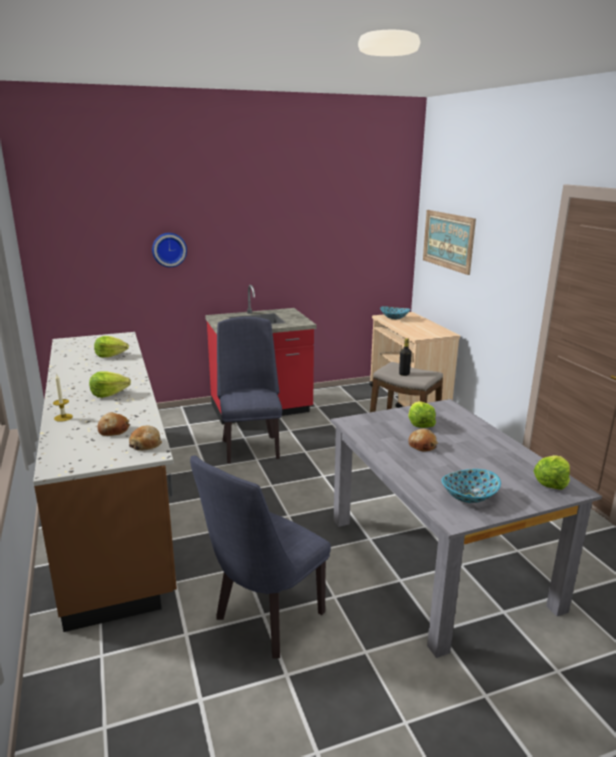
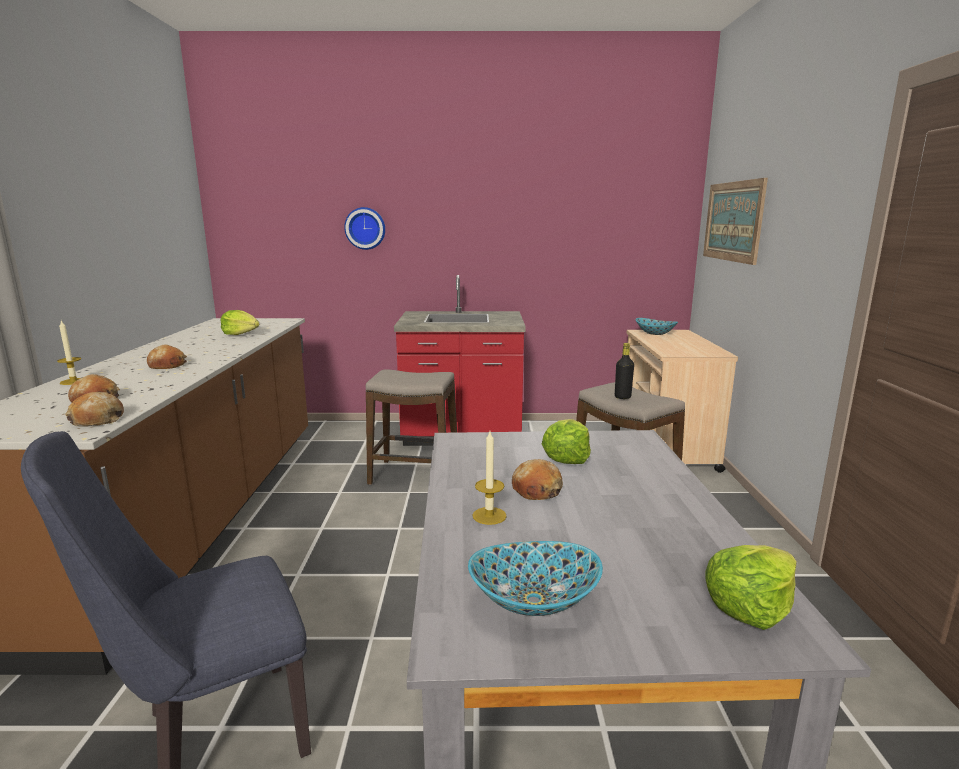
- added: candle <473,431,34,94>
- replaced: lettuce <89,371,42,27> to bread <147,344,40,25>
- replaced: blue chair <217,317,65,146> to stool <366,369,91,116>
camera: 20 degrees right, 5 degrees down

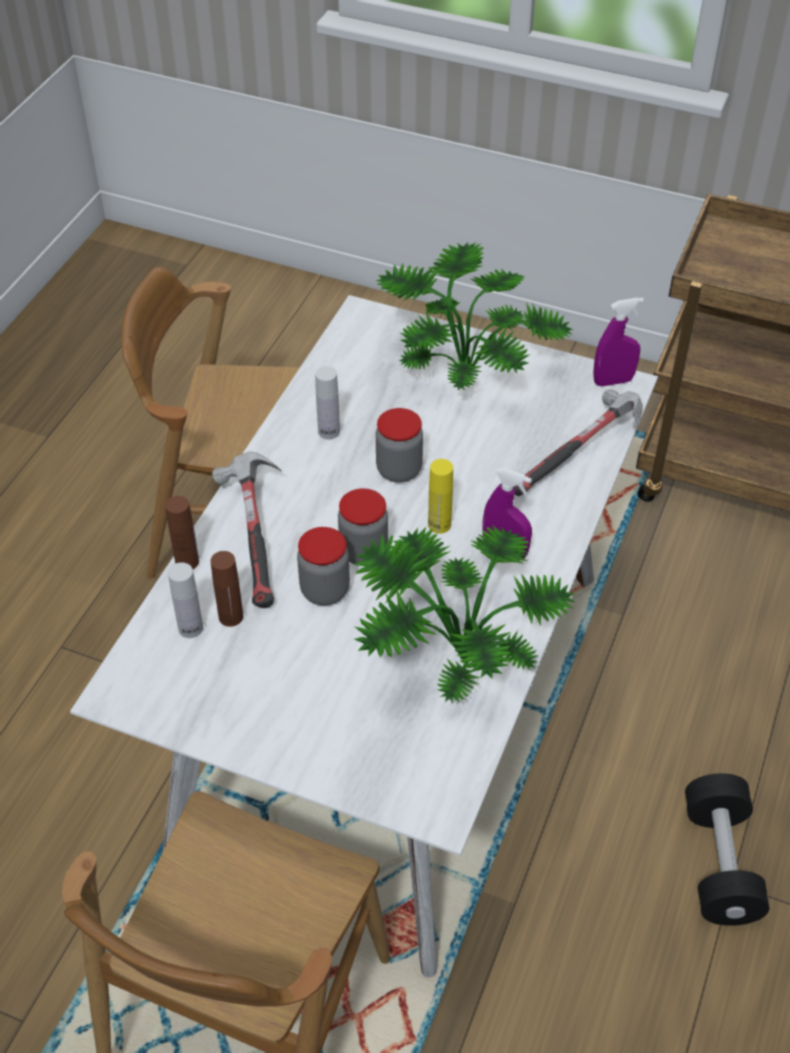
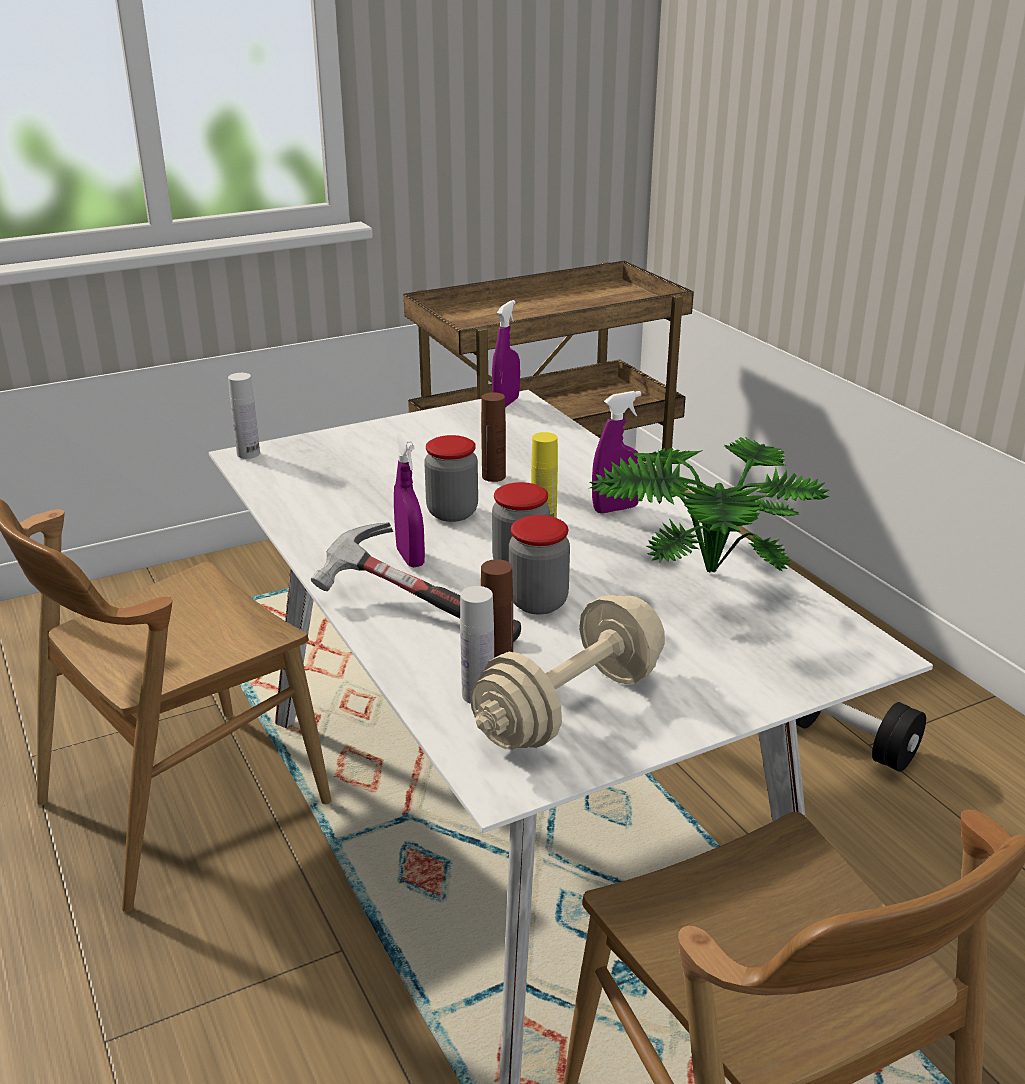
- removed: potted plant <376,242,197,148>
- removed: hammer <514,389,129,107>
- added: purple spray bottle <394,432,31,136>
- added: beige dumbbell <470,595,195,155>
- moved: brown bottle <165,496,34,73> to <481,392,25,90>
- moved: white bottle <315,366,25,74> to <228,373,32,86>
camera: 50 degrees left, 20 degrees down

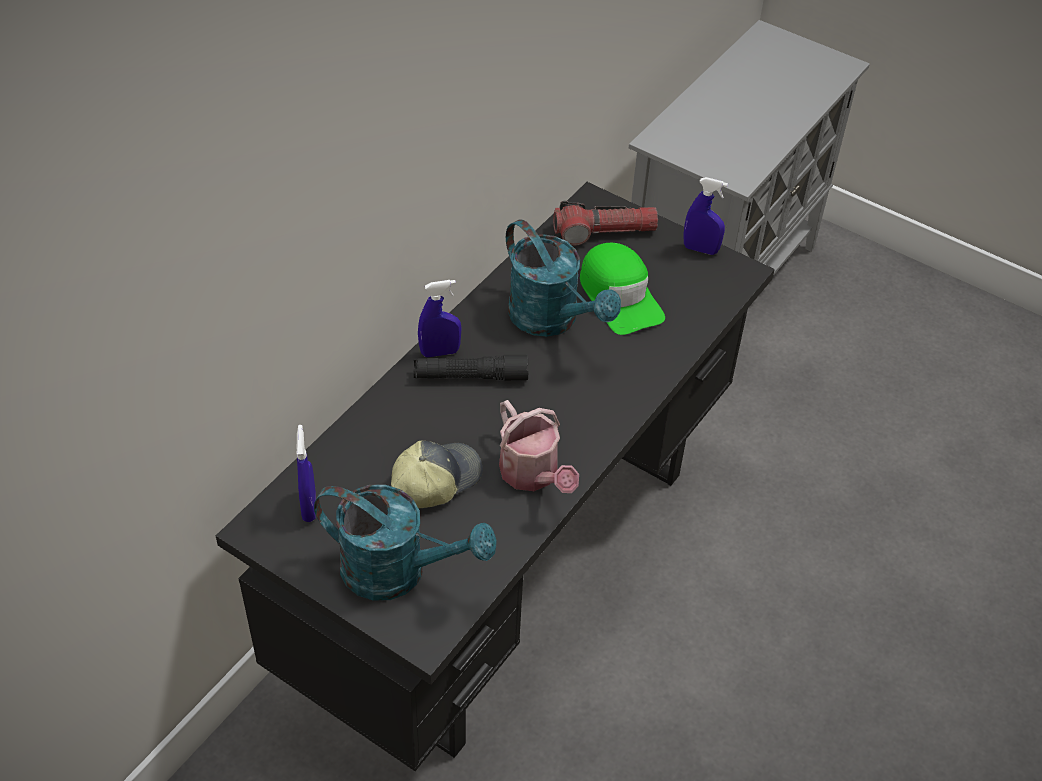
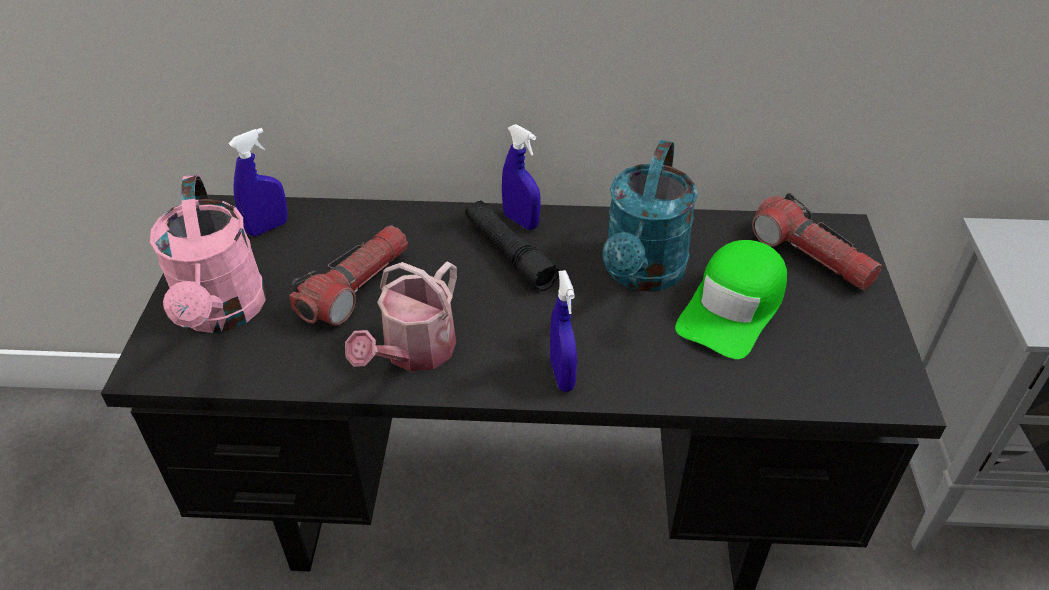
- moved: blue spray bottle <684,177,44,78> to <550,270,27,122>
- replaced: cap <391,441,92,67> to flashlight <289,225,119,101>
- recoloured: turquoise watering can <314,485,183,116> to pink watering can <150,174,116,159>
camera: 60 degrees right, 5 degrees down

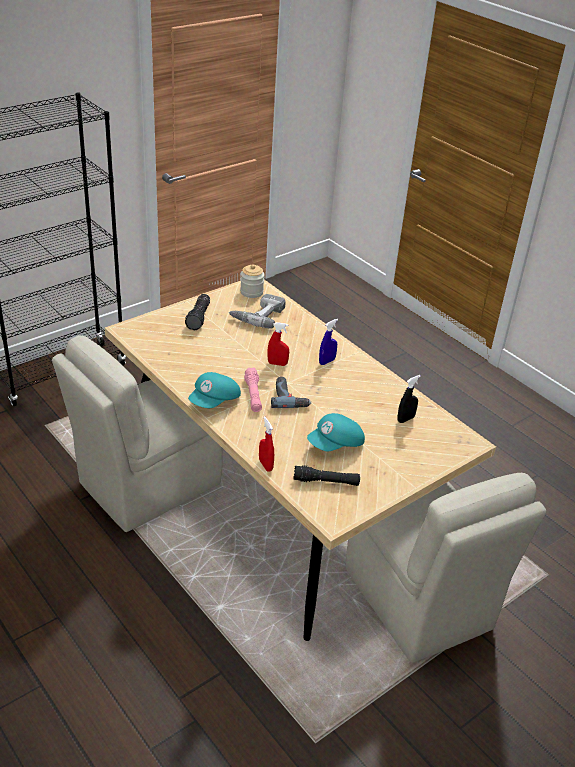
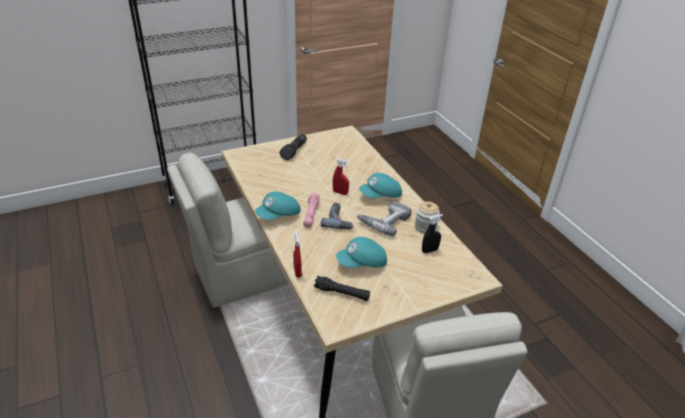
- moved: power drill <229,294,57,35> to <357,202,55,34>
- moved: jar <240,264,24,34> to <415,202,25,31>
- replaced: blue spray bottle <319,319,19,46> to turquoise cap <359,173,43,25>
camera: 15 degrees right, 0 degrees up

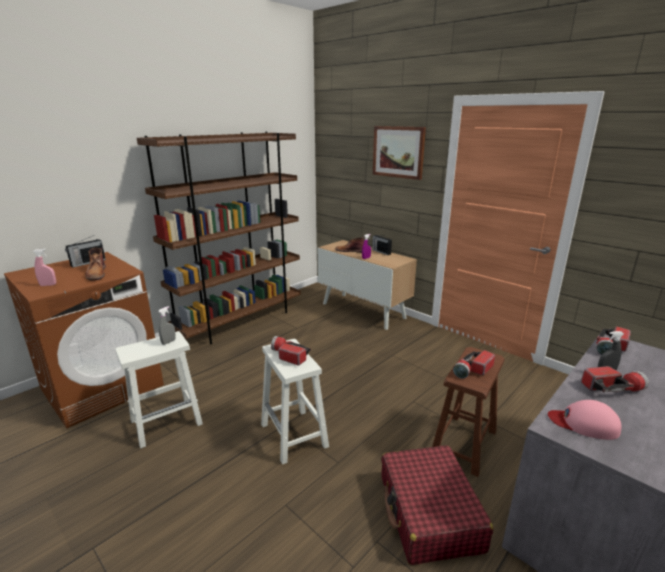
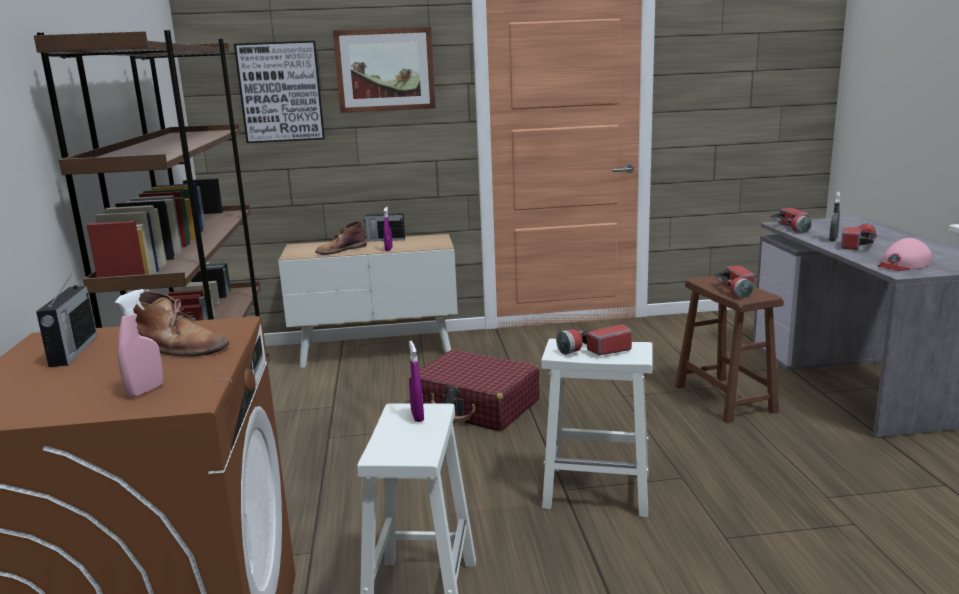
- added: picture <234,41,91,102>
- moved: red suitcase <381,445,112,120> to <409,349,131,82>
- recoloured: grey spray bottle <158,306,18,39> to purple spray bottle <409,341,15,81>
camera: 50 degrees left, 5 degrees down

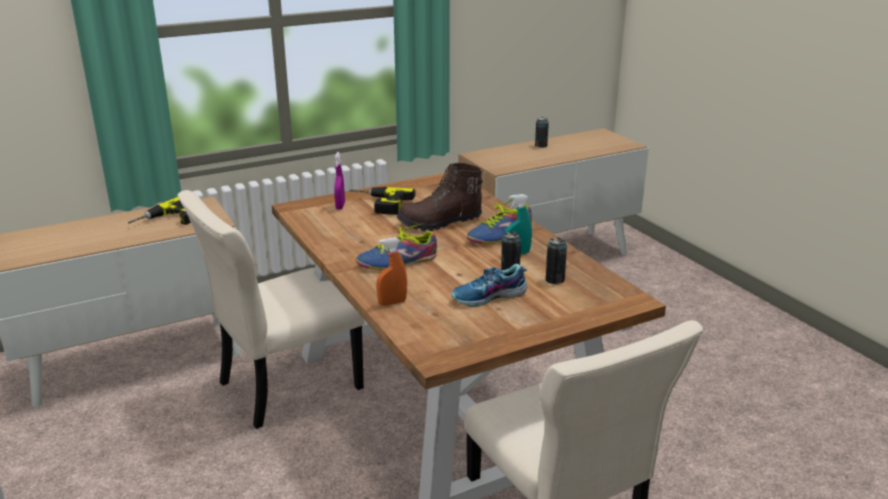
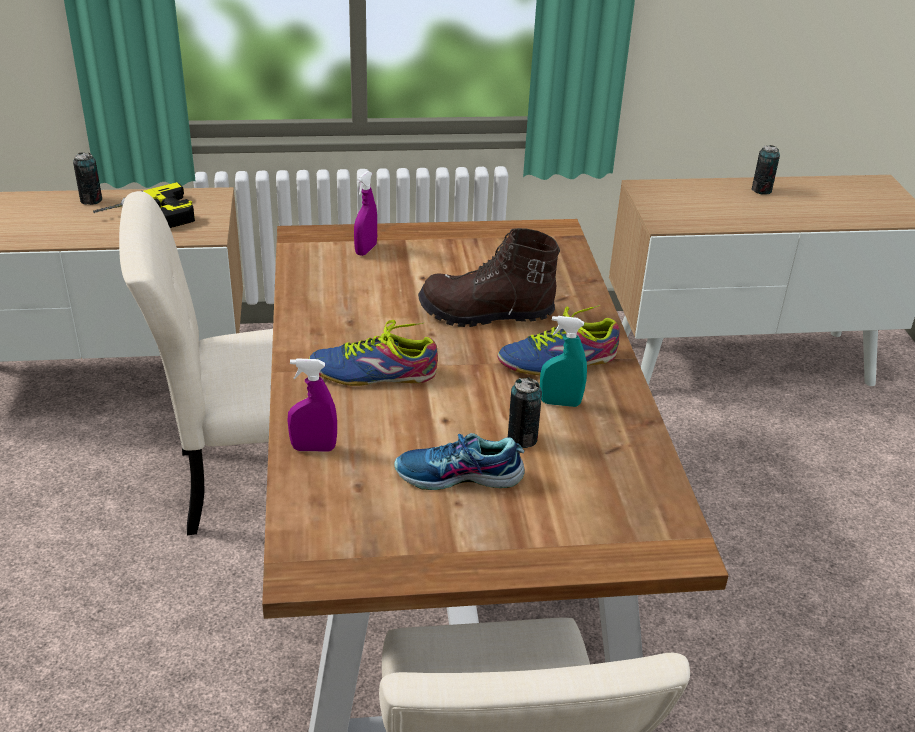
- removed: power drill <349,187,67,28>
- moved: can <546,238,21,46> to <73,152,29,53>
- recoloured: orange spray bottle <376,237,31,69> to purple spray bottle <287,358,50,93>
camera: 20 degrees right, 10 degrees up

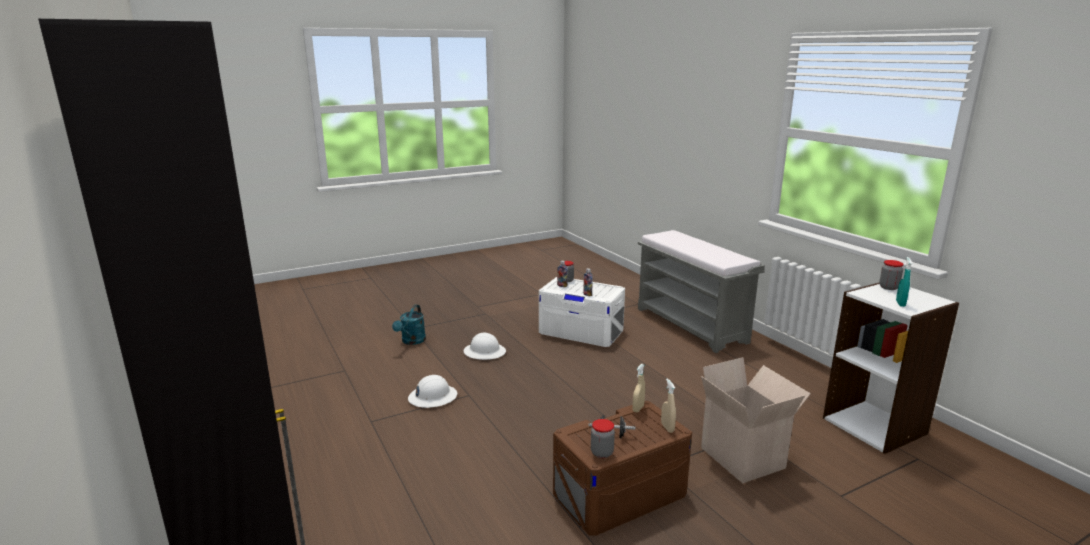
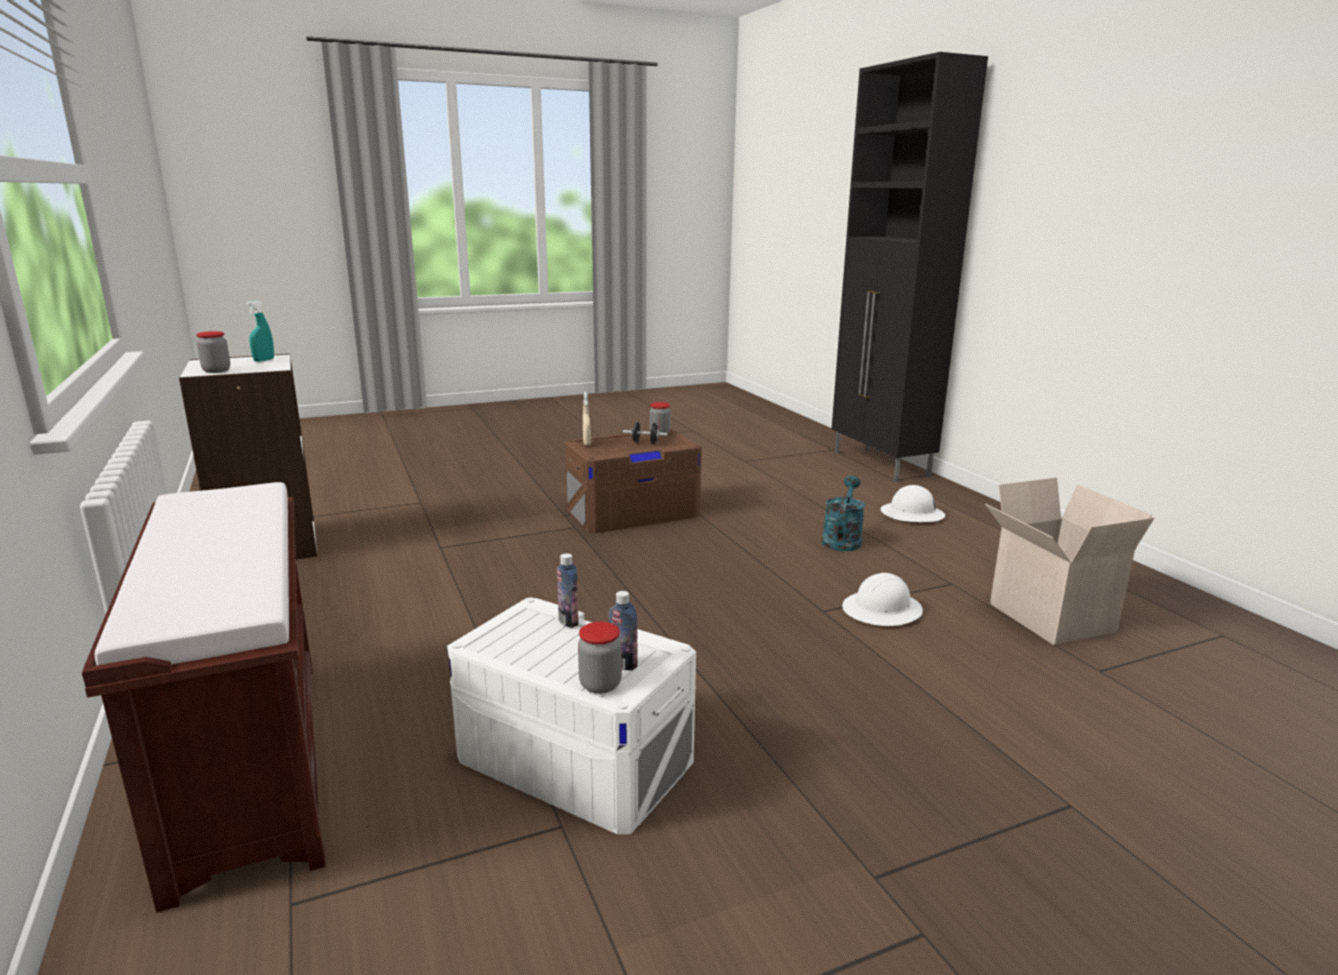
- removed: beige spray bottle <633,364,12,48>
- moved: turquoise watering can <392,305,34,40> to <822,476,43,75>
- moved: white hard hat <464,333,42,27> to <881,485,64,38>
- moved: cardboard box <701,357,110,126> to <985,478,169,167>
- recoloured: grey bench <638,230,127,123> to brown bench <82,482,244,431>
camera: 175 degrees left, 0 degrees up

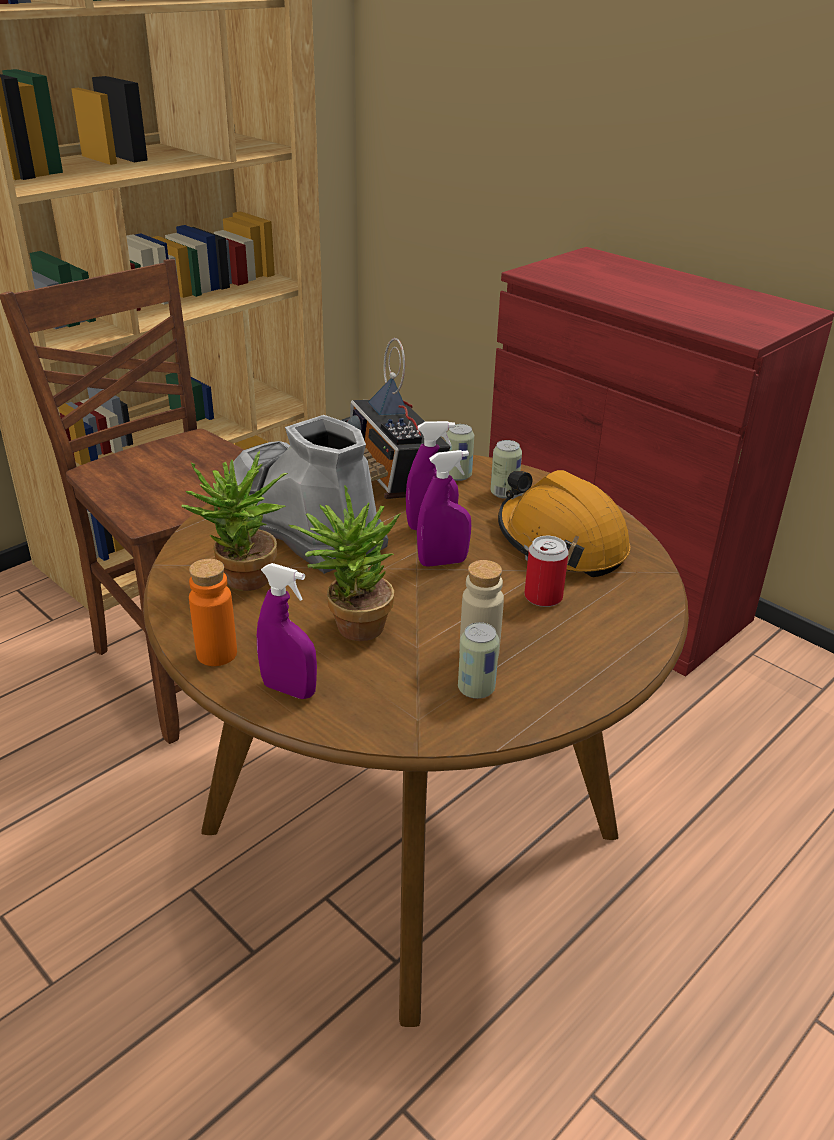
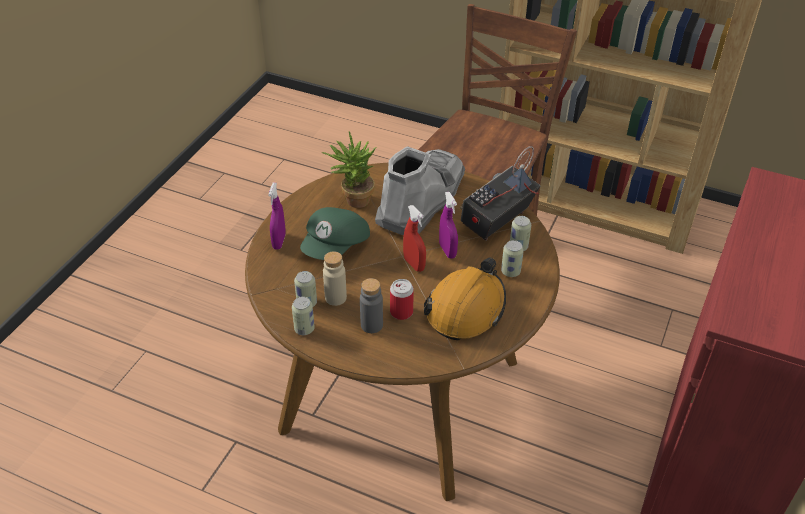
- removed: orange bottle <189,559,48,107>
- added: can <292,296,23,39>
- added: grey bottle <360,278,23,55>
- replaced: potted plant <289,485,112,156> to green cap <300,207,70,53>
- recoloured: purple spray bottle <417,450,54,117> to red spray bottle <403,205,23,67>
camera: 70 degrees right, 10 degrees up

